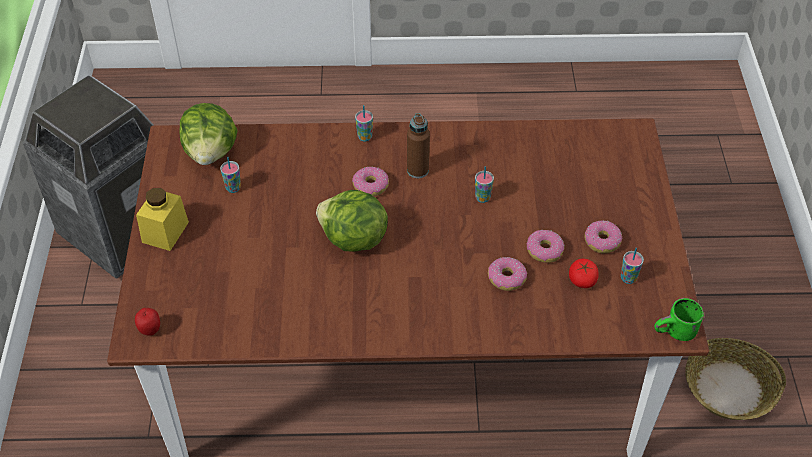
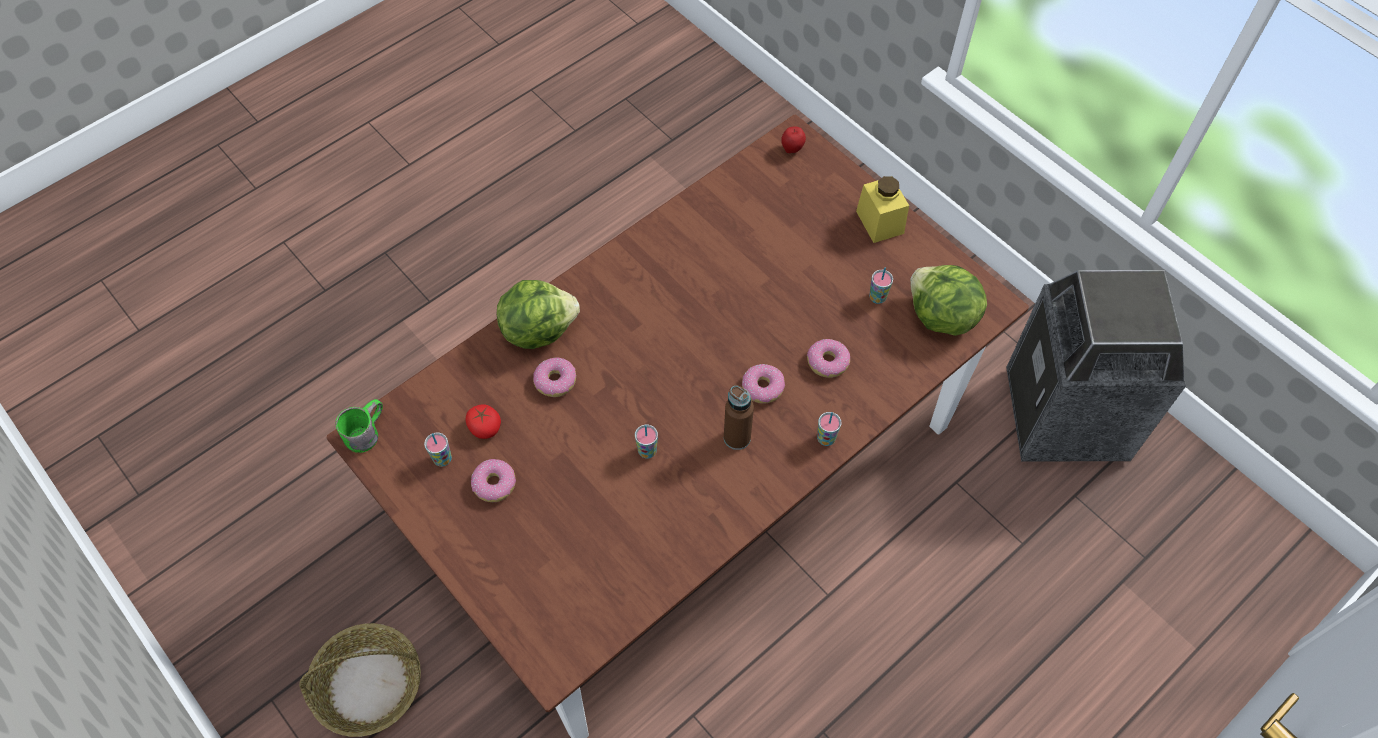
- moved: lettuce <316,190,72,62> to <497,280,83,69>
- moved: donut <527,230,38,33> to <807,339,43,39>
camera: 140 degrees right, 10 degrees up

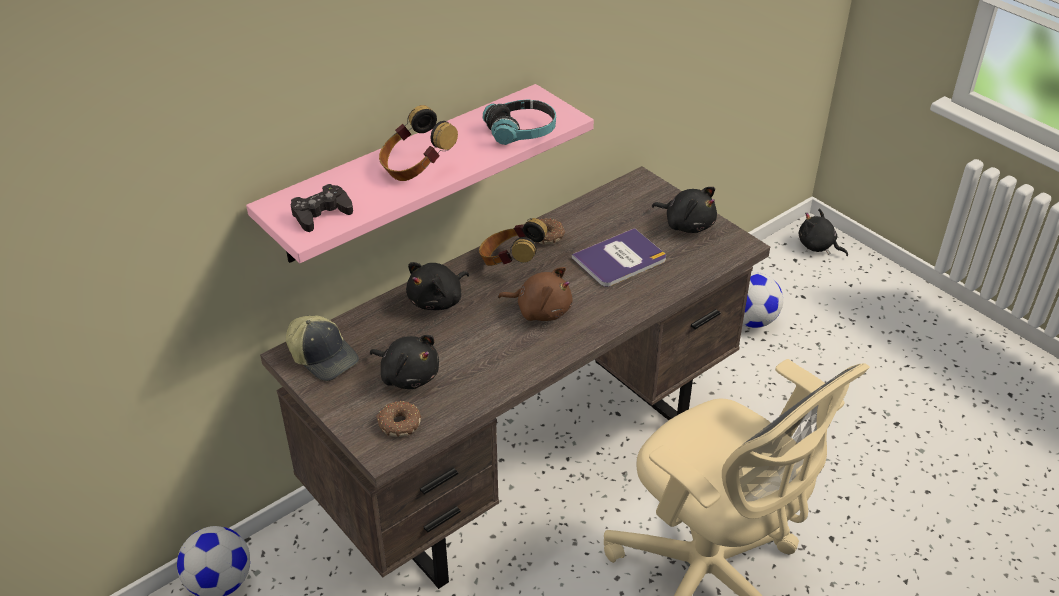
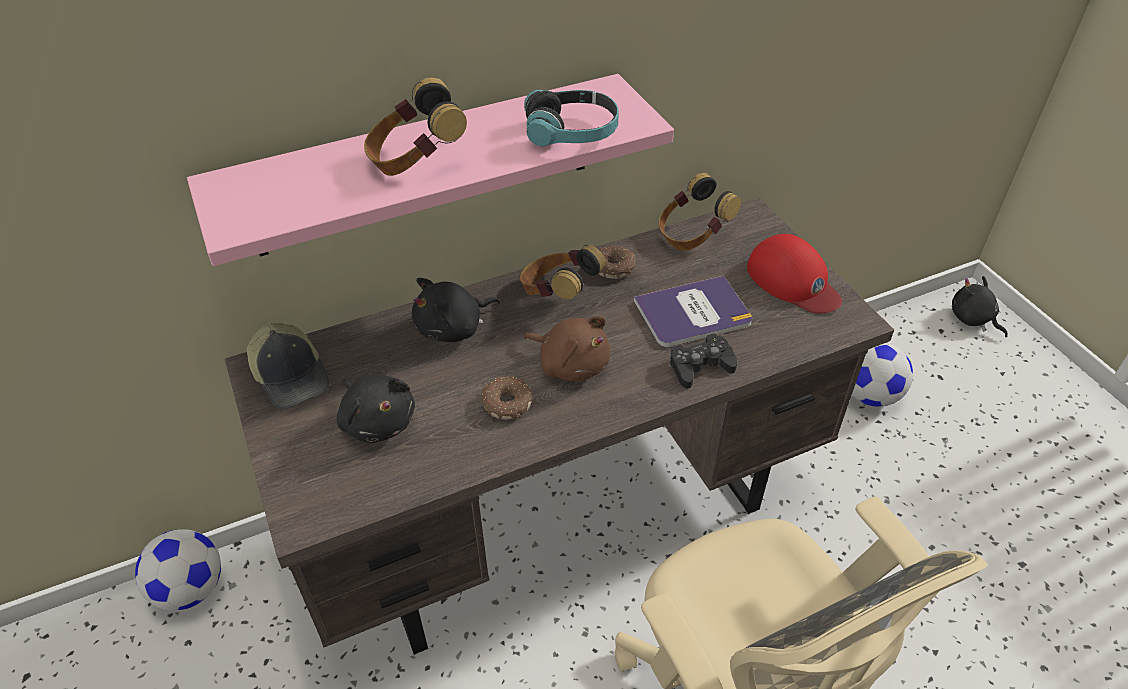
- added: headphones <658,173,83,77>
- moved: black game controller <291,184,62,48> to <670,333,67,56>
- moved: donut <376,401,45,36> to <482,377,51,43>
- replaced: black plush toy <652,187,65,46> to red cap <747,234,95,79>
camera: 15 degrees right, 5 degrees up

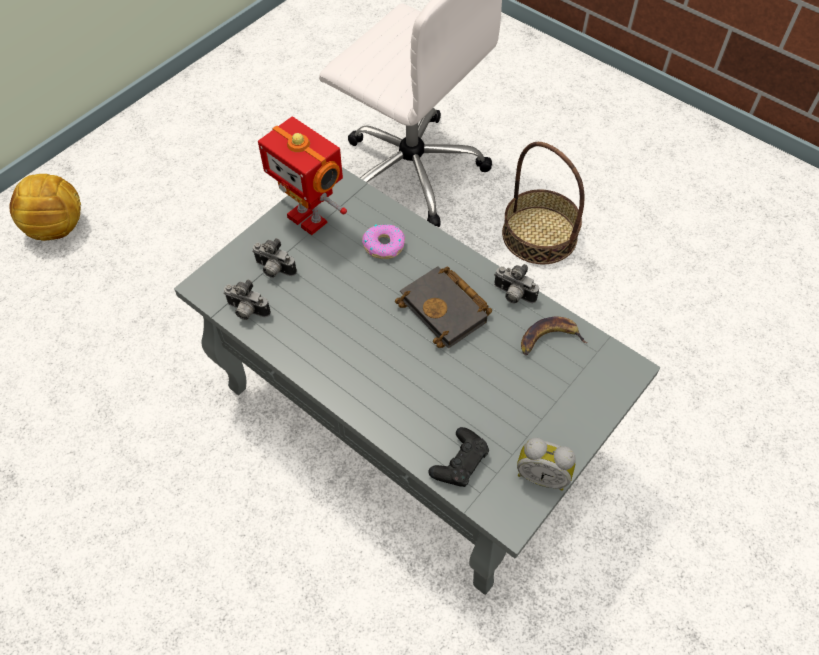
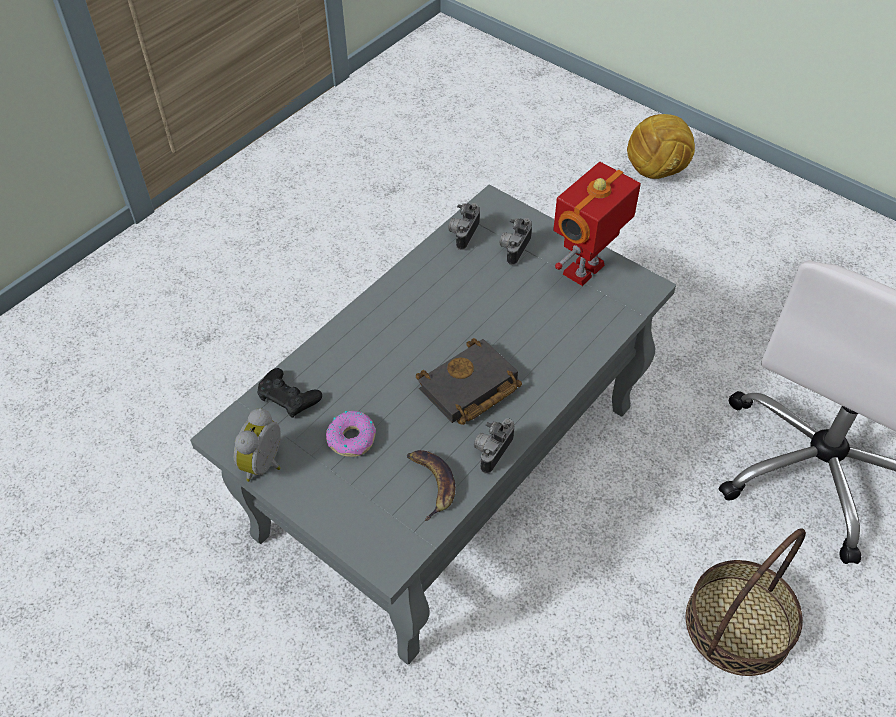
- moved: donut <362,224,43,35> to <326,411,50,46>
camera: 90 degrees right, 5 degrees down

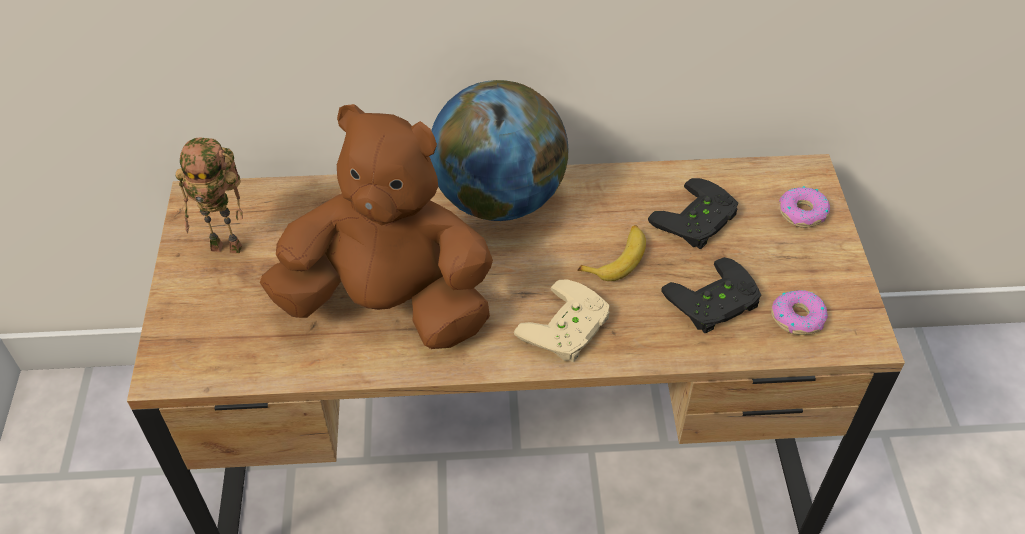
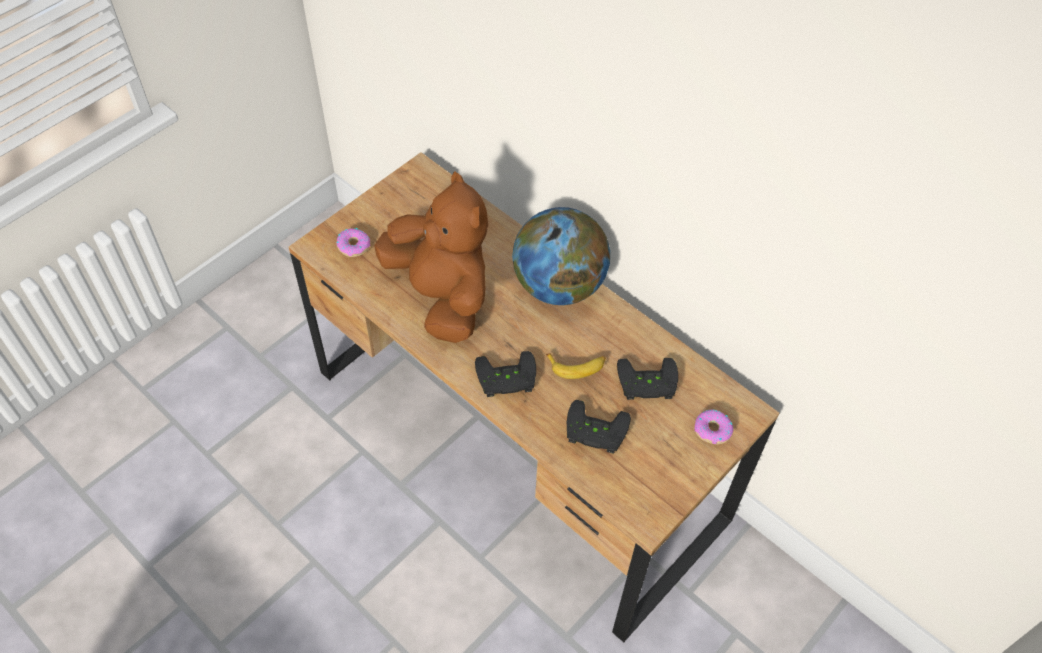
- removed: toy robot <175,137,68,116>
- moved: donut <771,290,57,45> to <337,228,33,29>
- recoloured: beige game controller <514,279,96,83> to black game controller <475,351,61,46>
camera: 45 degrees right, 5 degrees up

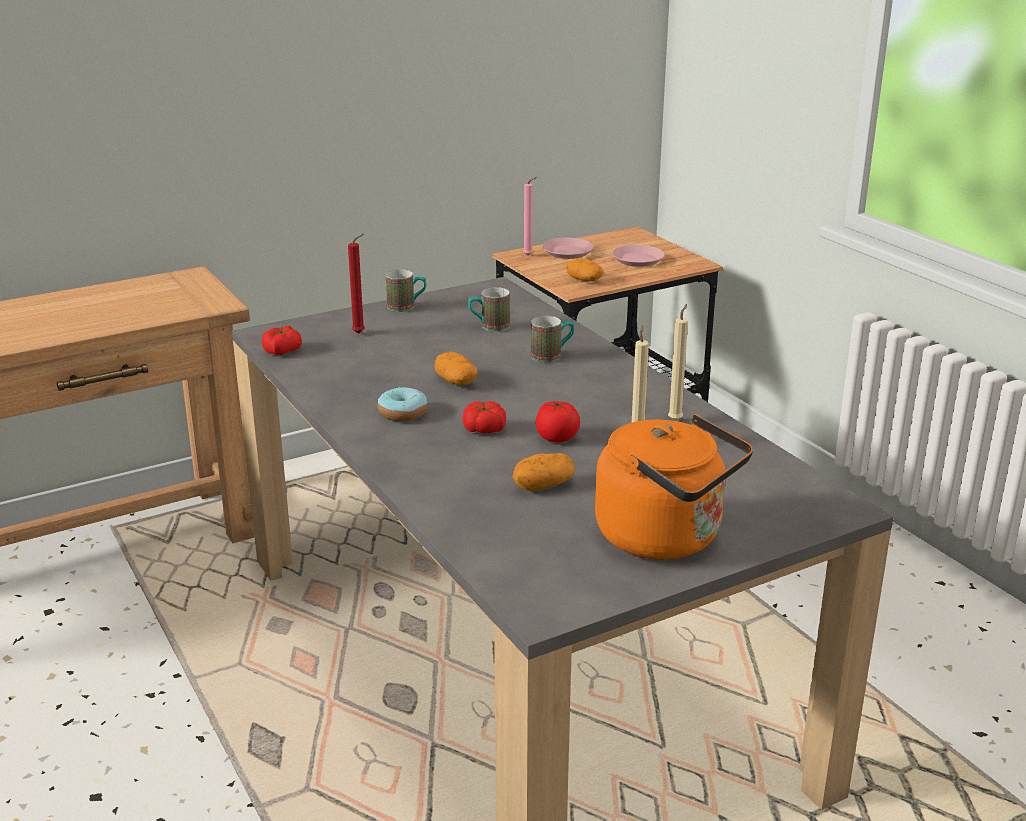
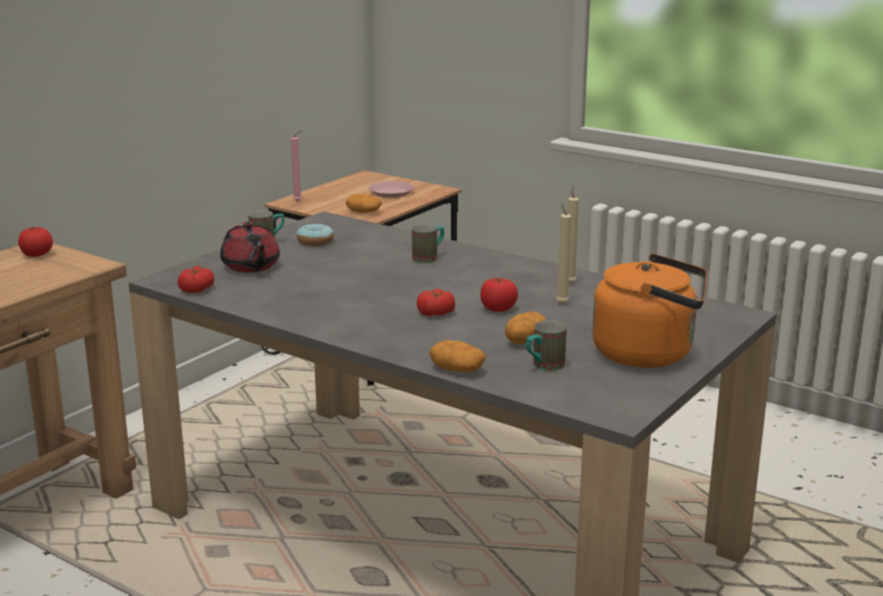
- removed: pink plate <542,238,52,21>
- added: tomato <18,227,35,30>
- moved: donut <378,387,49,34> to <297,224,37,22>
- moved: potato <434,352,44,33> to <429,340,56,32>
- moved: mug <468,287,42,45> to <526,320,41,51>
- replaced: red candle <348,234,17,100> to red teapot <220,221,60,52>
camera: 25 degrees left, 5 degrees down

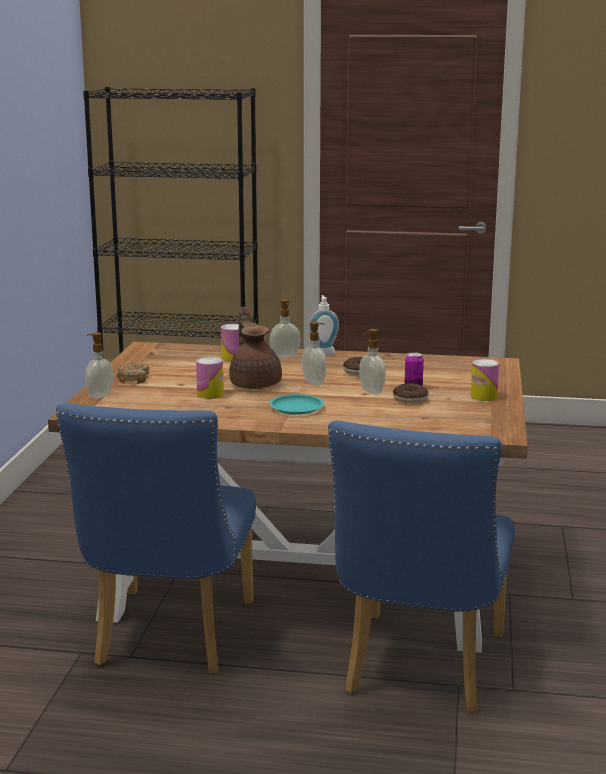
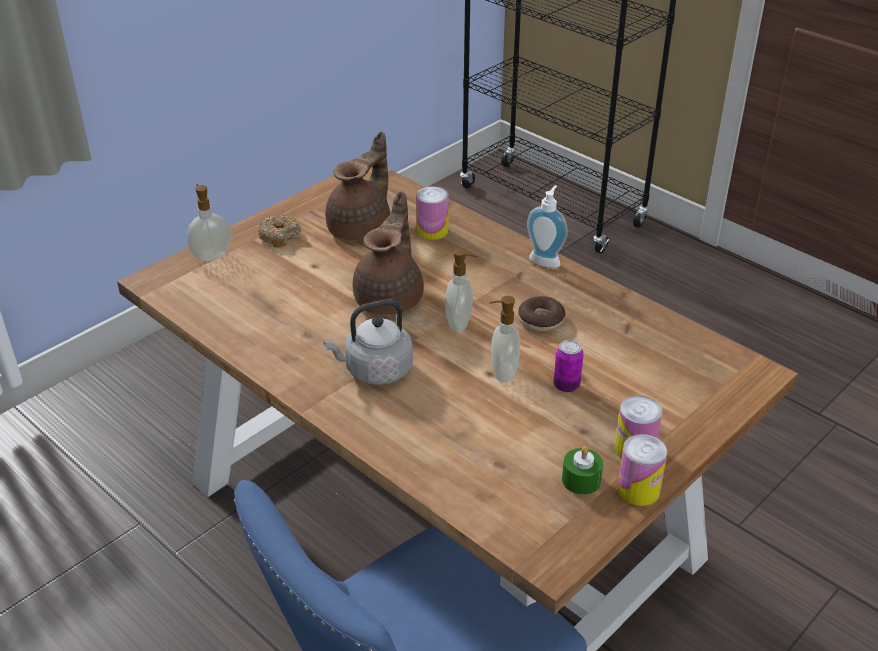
- removed: blue chair <56,403,200,271>
- removed: soap dispenser <269,299,32,59>
- removed: donut <393,383,36,21>
- added: brown teapot <325,131,65,110>
- added: green candle <562,446,41,49>
- moved: can <196,357,28,42> to <617,434,50,72>
- replaced: turquoise plate <269,394,55,20> to grey kettle <324,299,89,86>
camera: 35 degrees right, 20 degrees up

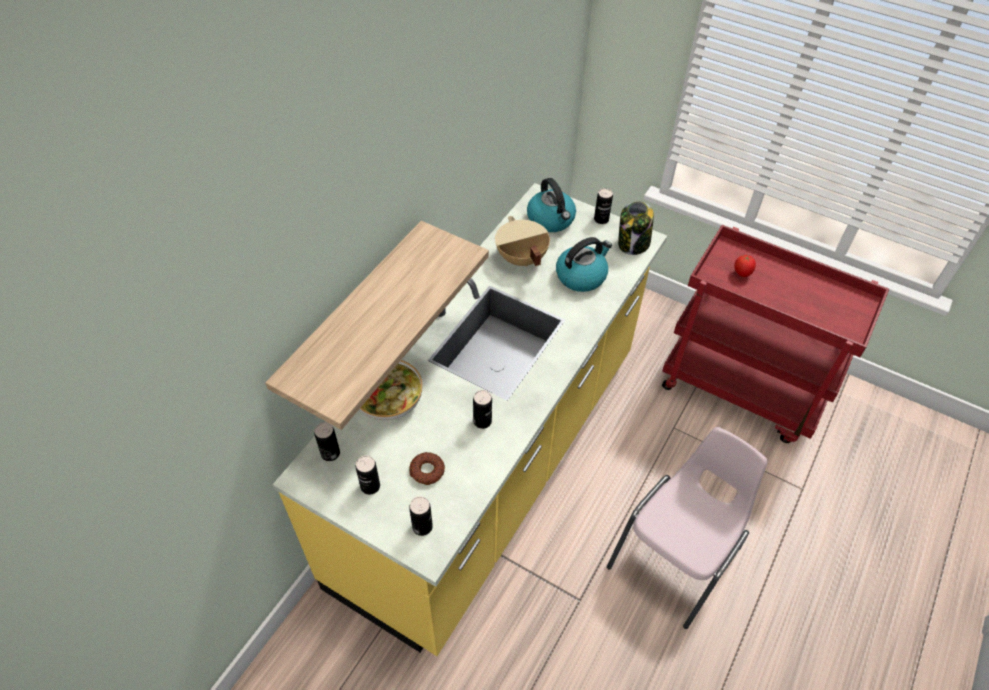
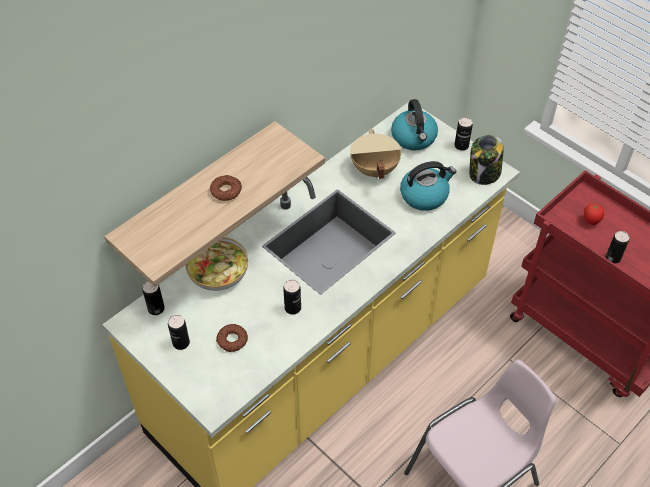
- added: donut <210,175,32,26>
- moved: can <409,496,24,40> to <606,231,23,33>
camera: 15 degrees right, 0 degrees up

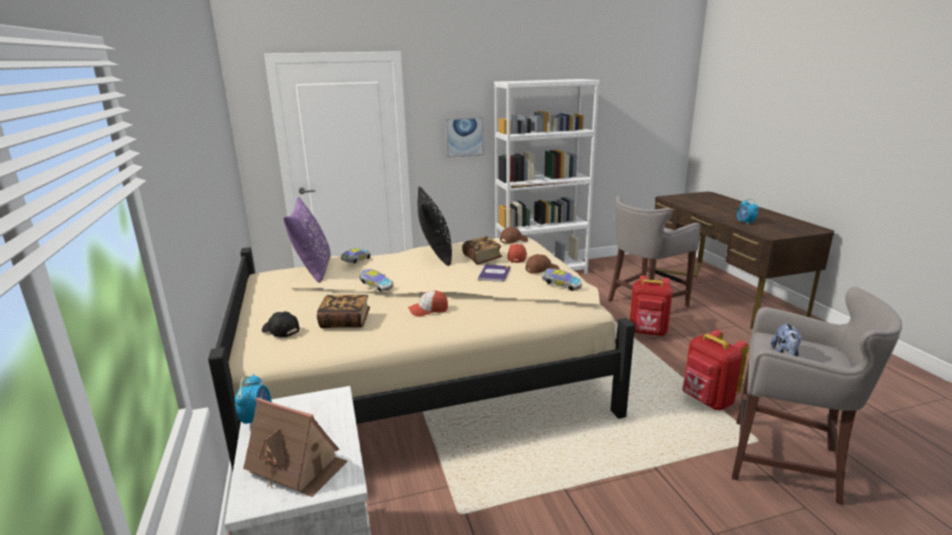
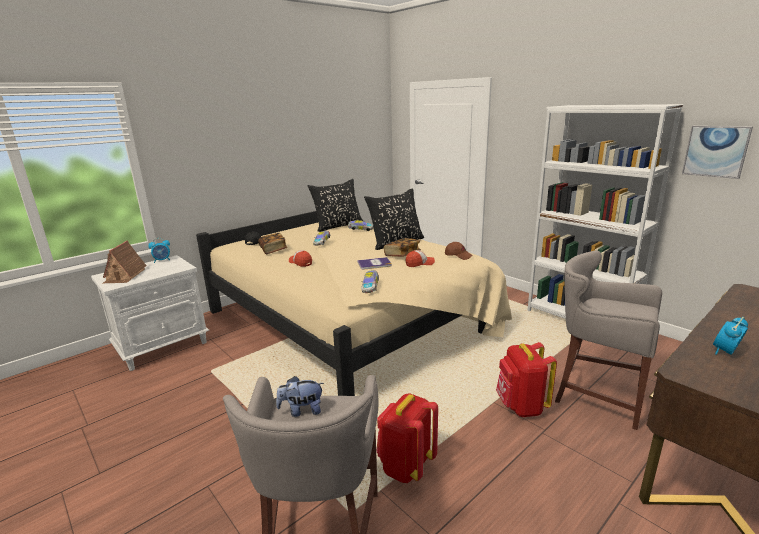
- removed: brown cap <526,254,34,20>
- moved: picture <446,117,37,41> to <682,126,71,53>
- recoloured: purple pillow <283,197,48,86> to black pillow <308,179,55,53>
camera: 65 degrees right, 0 degrees up

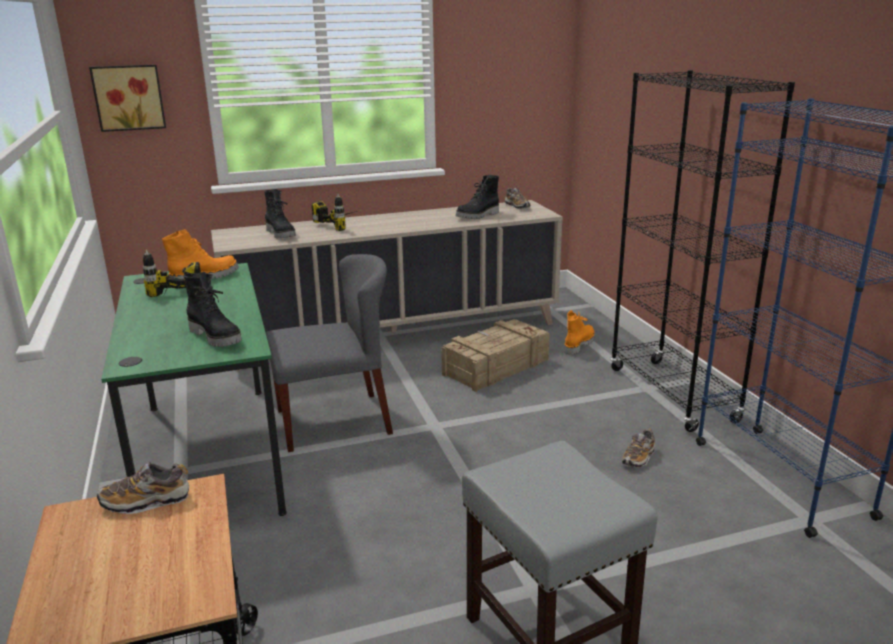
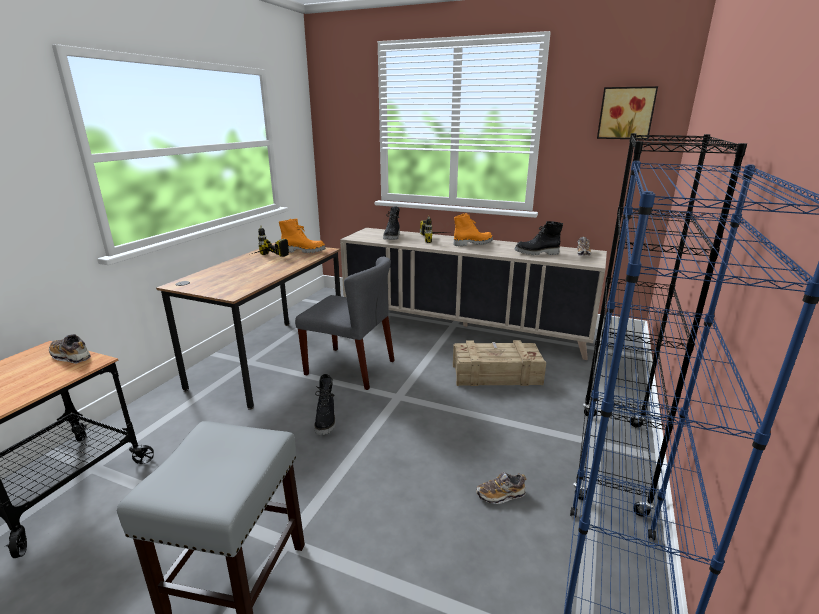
- moved: picture <89,65,77,67> to <597,86,61,53>
- moved: black boot <183,272,59,75> to <314,374,22,61>
- moved: orange boot <564,310,31,45> to <454,213,39,33>
- recoloured: green desk <101,263,186,253> to brown desk <156,243,185,167>
camera: 40 degrees right, 0 degrees up

